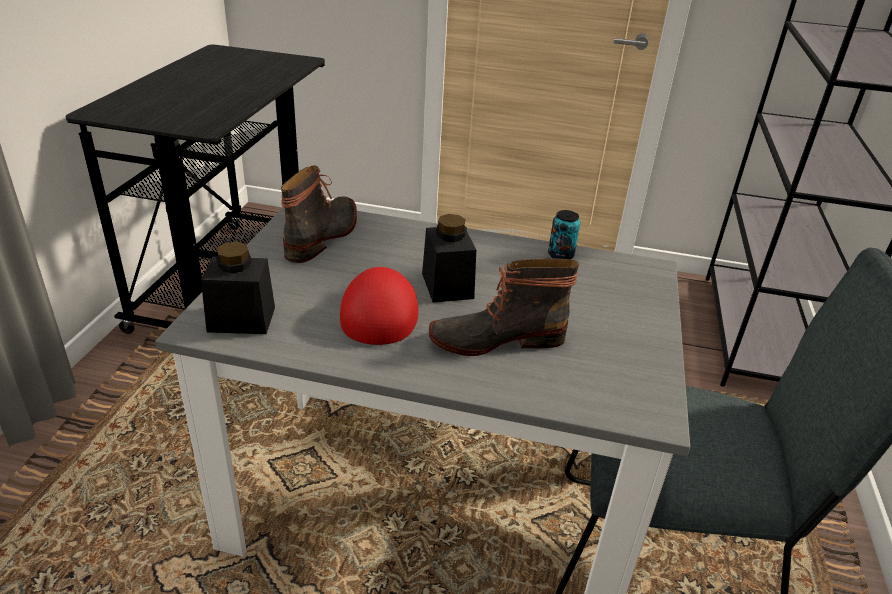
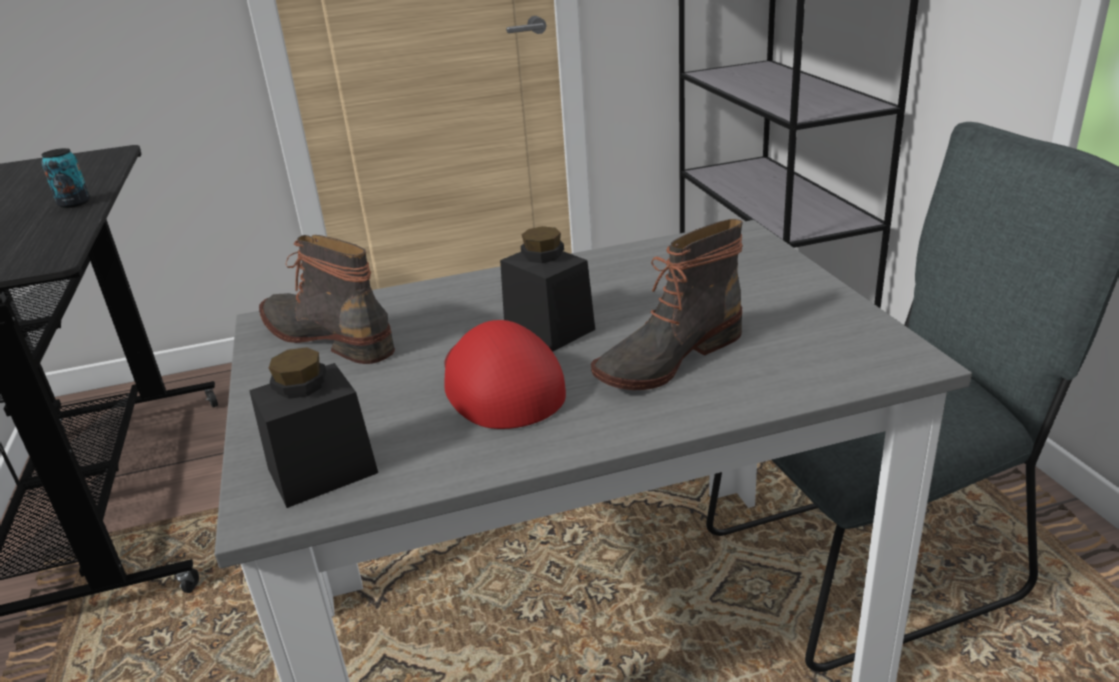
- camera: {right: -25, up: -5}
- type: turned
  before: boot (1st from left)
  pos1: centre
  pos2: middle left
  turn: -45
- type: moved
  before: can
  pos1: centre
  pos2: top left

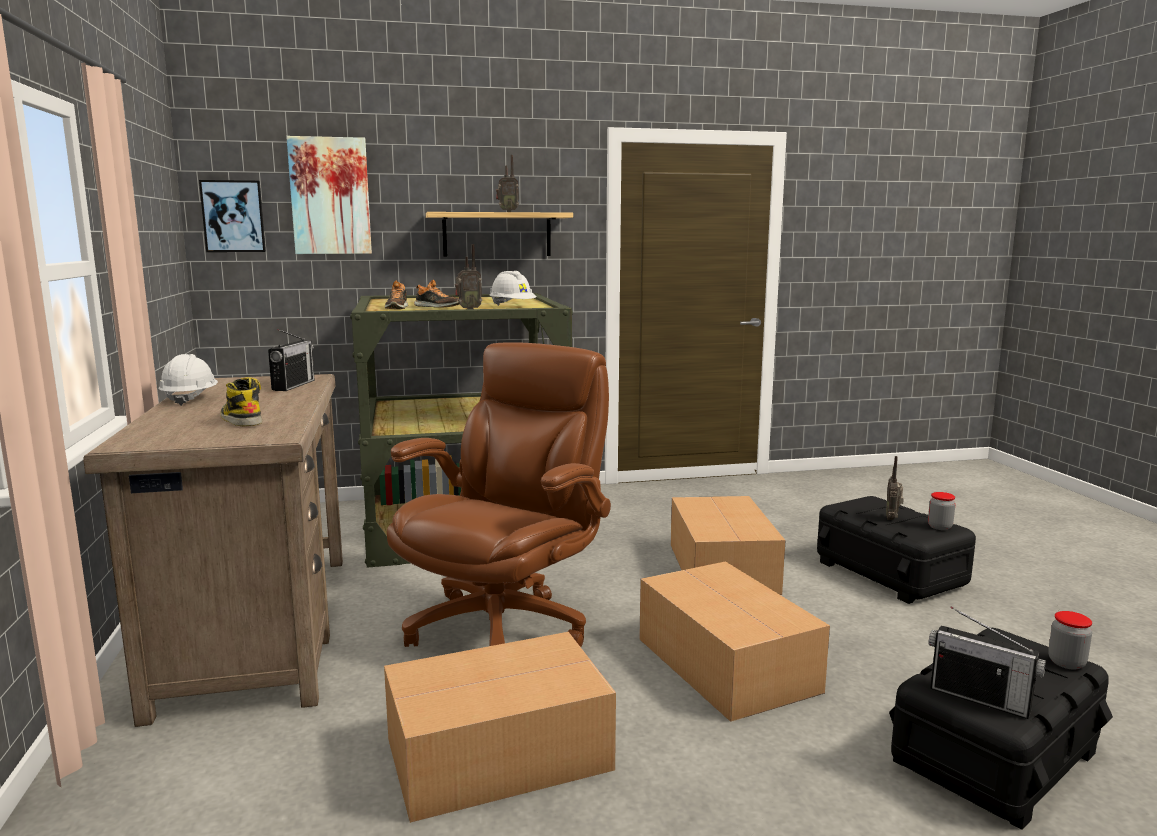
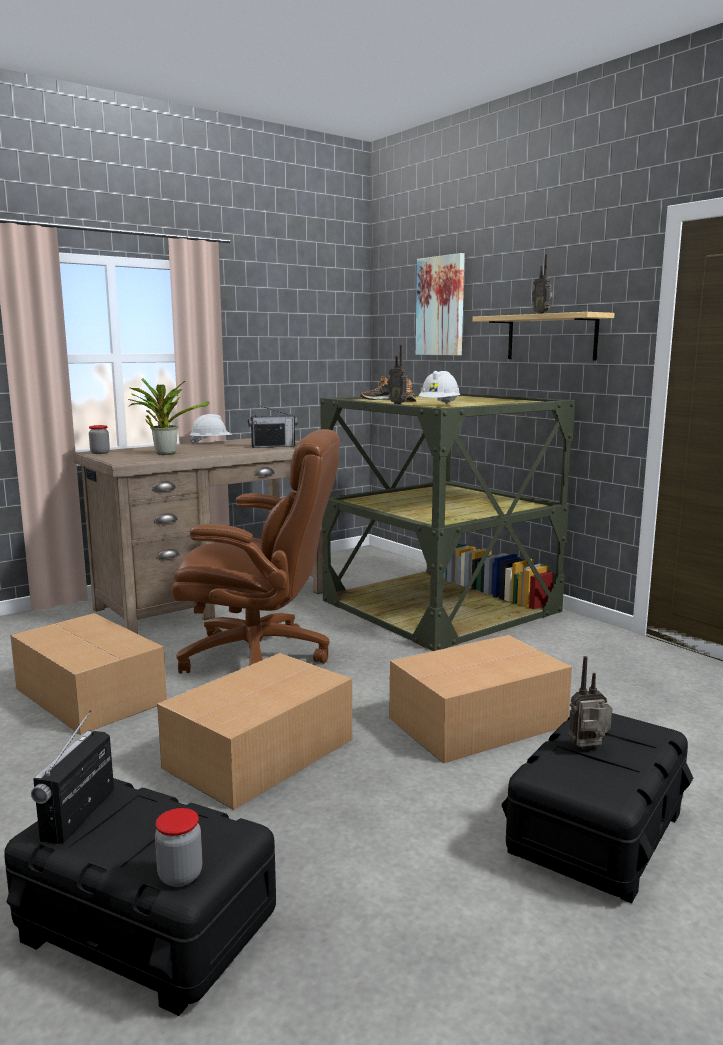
- camera: {right: 65, up: 0}
- type: removed
  before: picture (1st from left)
  pos1: top left
- type: replaced
  before: boot
  after: potted plant
  pos1: middle left
  pos2: middle left
- type: moved
  before: jar (1st from left)
  pos1: middle right
  pos2: middle left

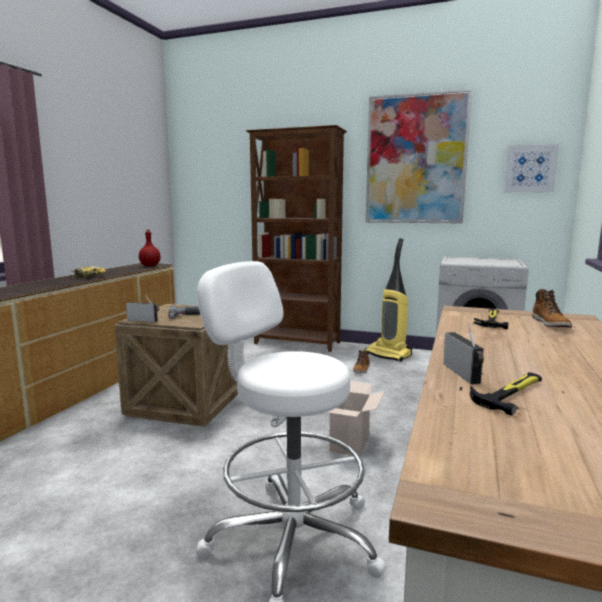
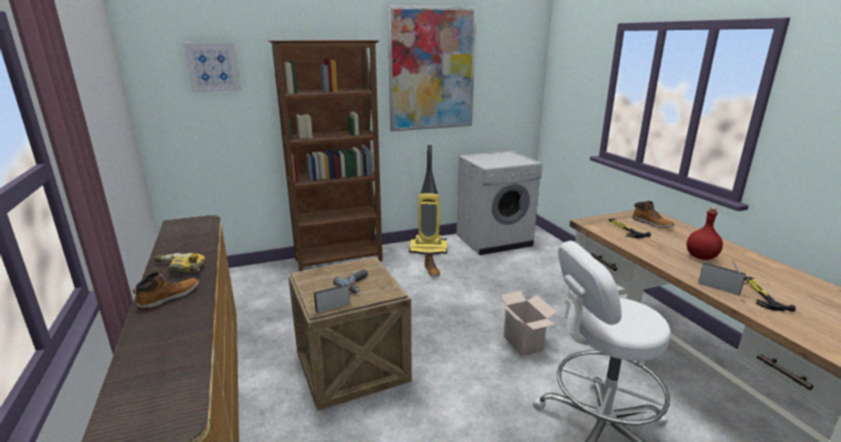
- camera: {right: -40, up: 10}
- type: moved
  before: picture (2nd from left in the first image)
  after: picture (1st from left)
  pos1: top right
  pos2: top left
- type: moved
  before: red bottle
  pos1: middle left
  pos2: middle right
- type: added
  after: boot (1st from left)
  pos2: middle left

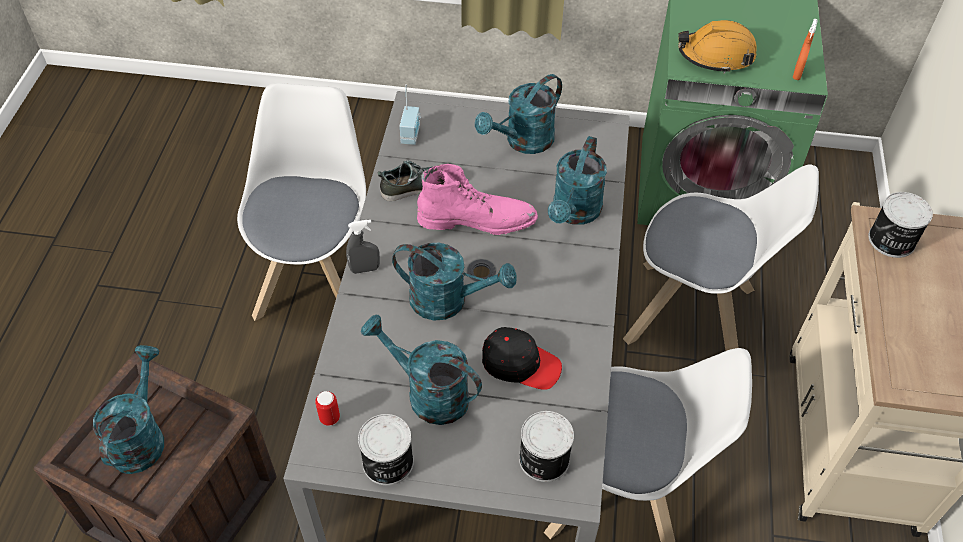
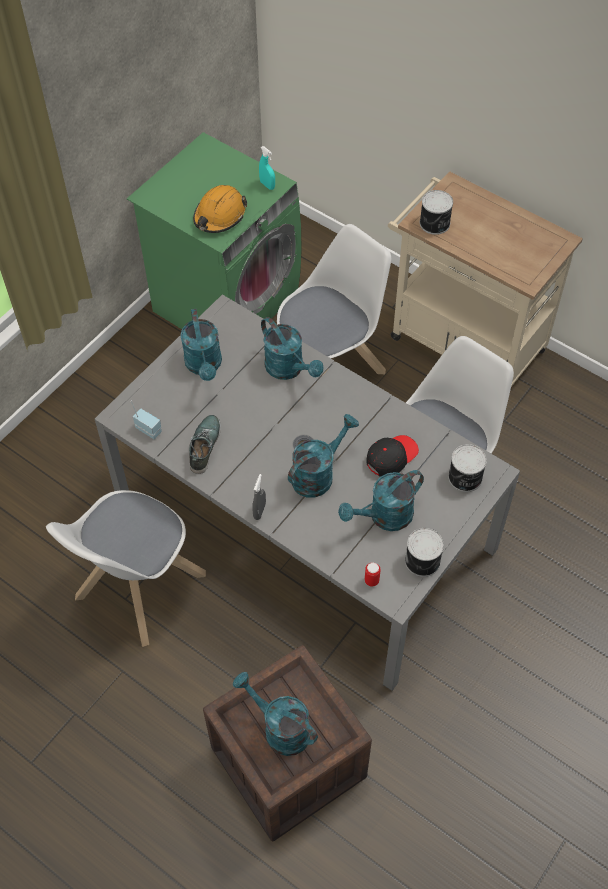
- camera: {right: -60, up: 5}
- type: recoloured
  before: orange spray bottle
  after: turquoise spray bottle
  pos1: top right
  pos2: top centre
- type: turned
  before: chair (1st from left)
  pos1: middle left
  pos2: middle left
  turn: -90
- type: removed
  before: pink boot
  pos1: centre

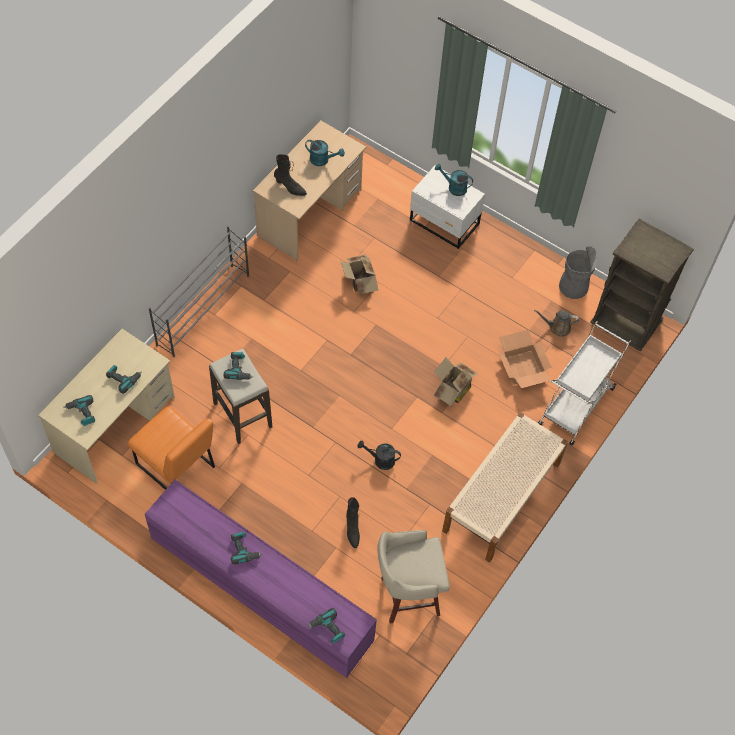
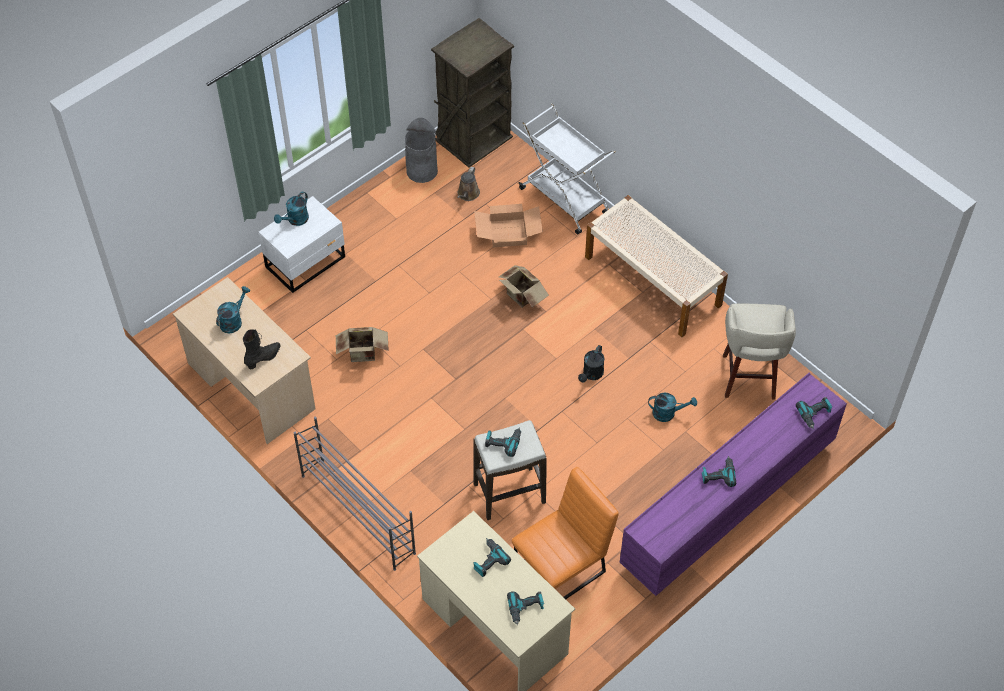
- camera: {right: -75, up: -5}
- type: replaced
  before: black boot (2nd from left)
  after: turquoise watering can (3rd from left)
  pos1: bottom centre
  pos2: middle right

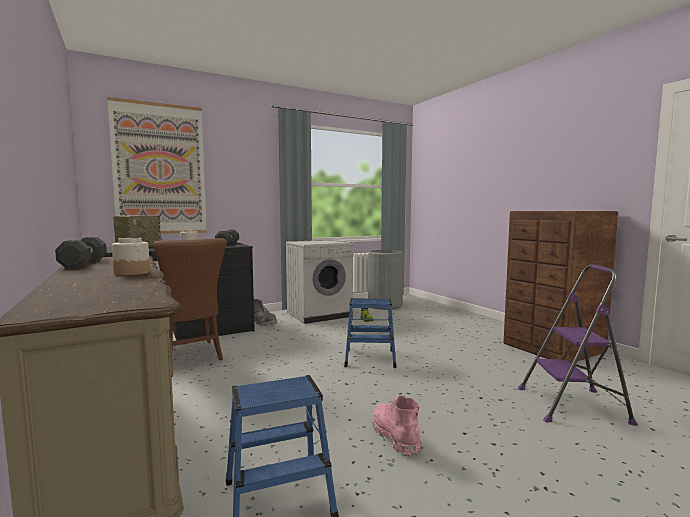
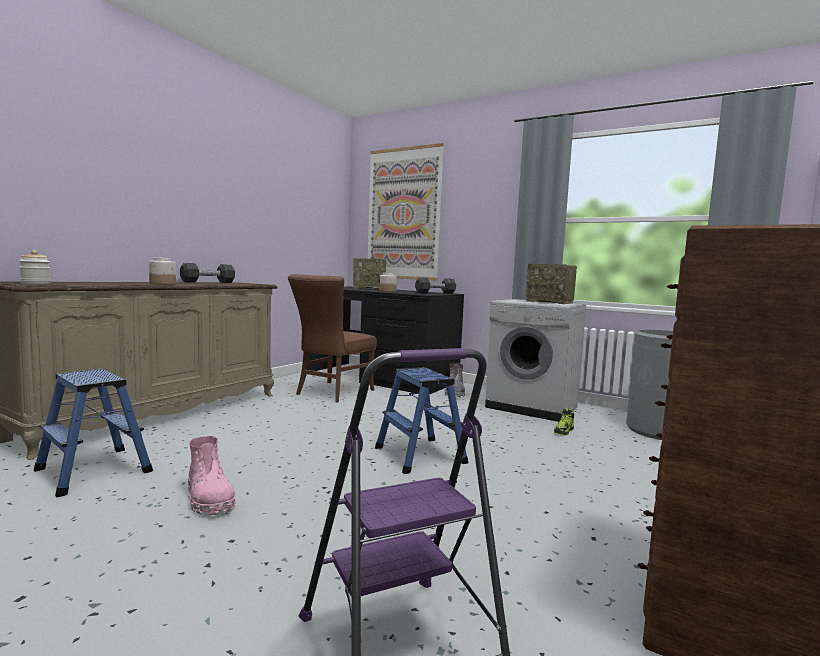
- camera: {right: 60, up: 0}
- type: turned
  before: pink boot
  pos1: bottom centre
  pos2: bottom left
  turn: 105
- type: added
  after: jar (1st from left)
  pos2: middle left
- type: added
  after: radio (2nd from left)
  pos2: middle right

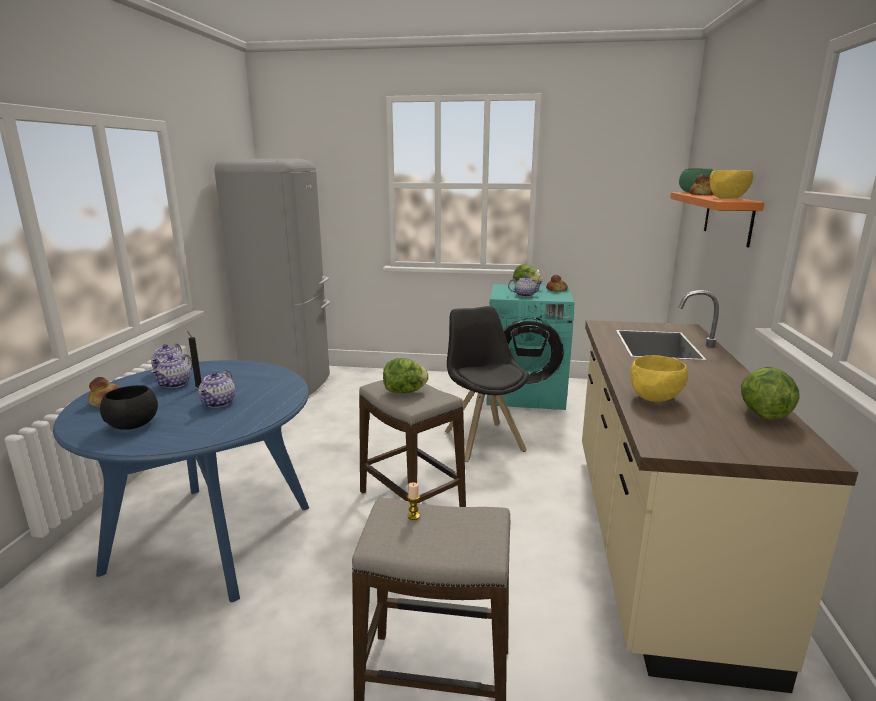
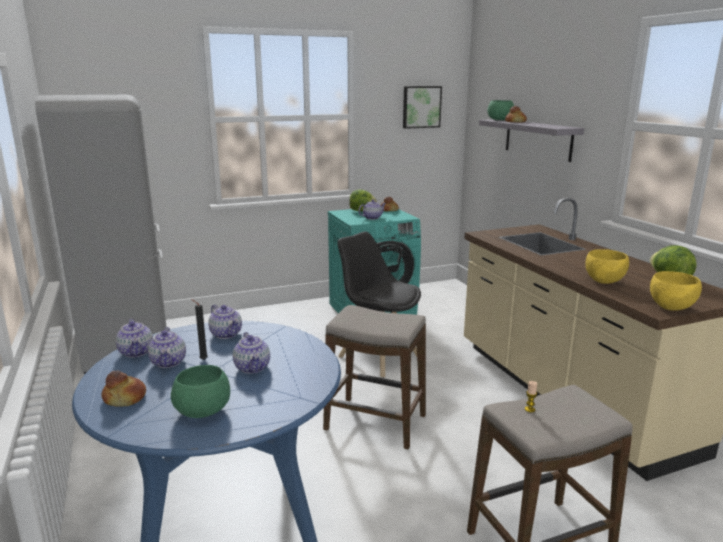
- camera: {right: -30, up: 0}
- type: moved
  before: yellow bowl (2nd from left)
  pos1: top right
  pos2: middle right
- type: recoloured
  before: orange shelf
  after: grey shelf
  pos1: top right
  pos2: top right
- type: removed
  before: lettuce (1st from left)
  pos1: centre
- type: recoloured
  before: black bowl
  after: green bowl (1st from left)
  pos1: middle left
  pos2: bottom left
- type: added
  after: picture
  pos2: top centre
- type: added
  after: teapot (3rd from left)
  pos2: middle left

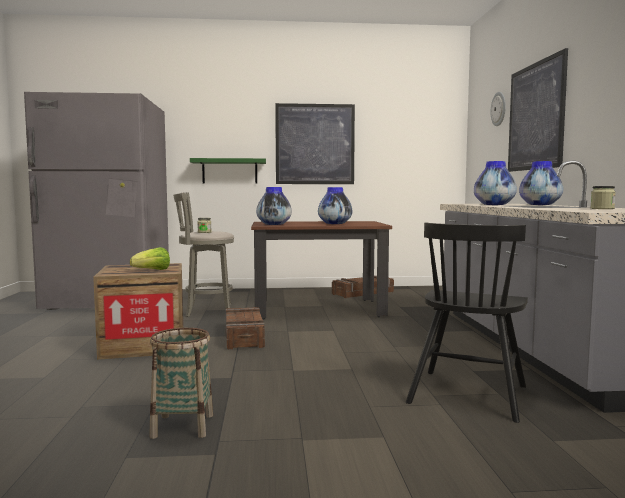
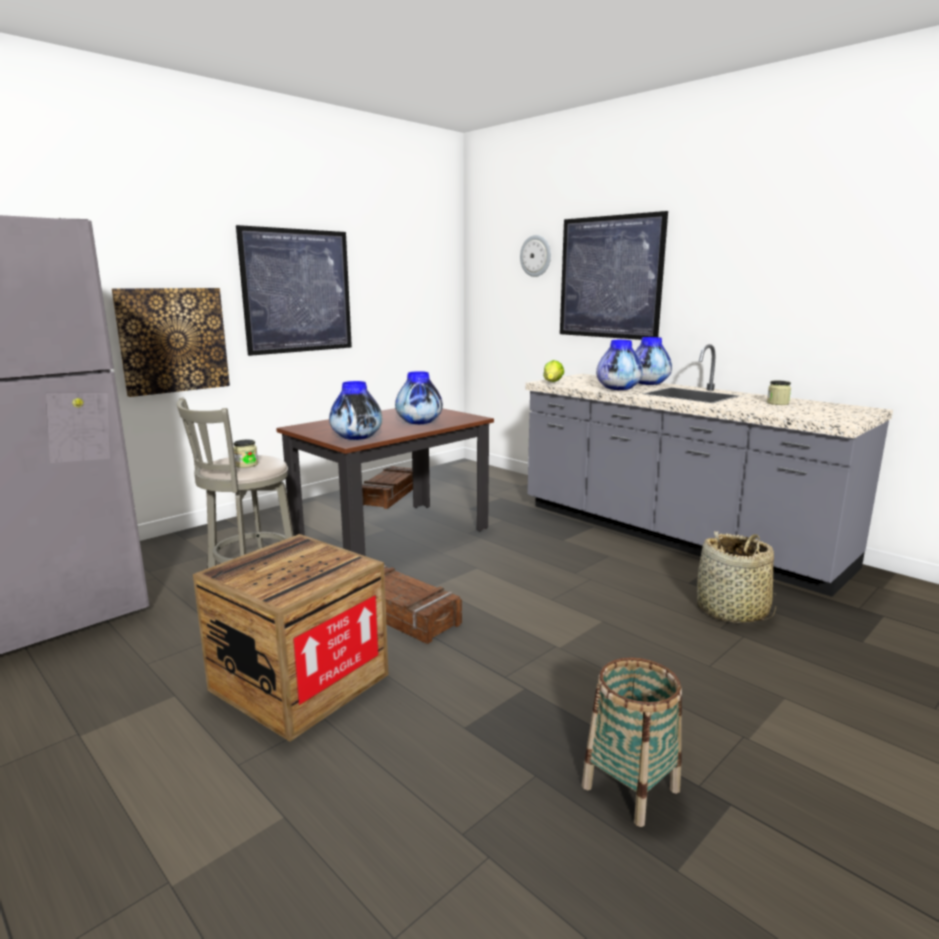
- camera: {right: -40, up: 10}
- type: replaced
  before: green shelf
  after: picture (1st from left)
  pos1: centre
  pos2: middle left
- type: replaced
  before: black chair
  after: basket (2nd from left)
  pos1: middle right
  pos2: middle right
- type: moved
  before: lettuce
  pos1: middle left
  pos2: centre

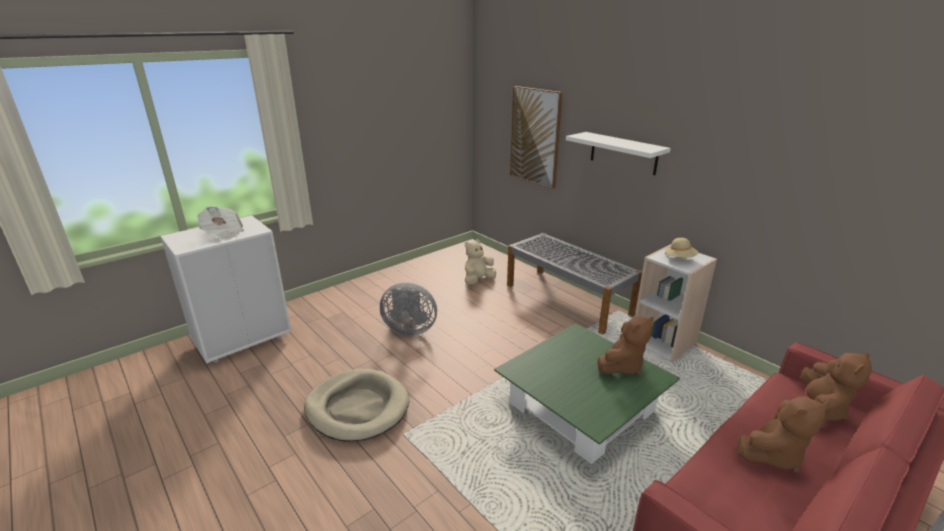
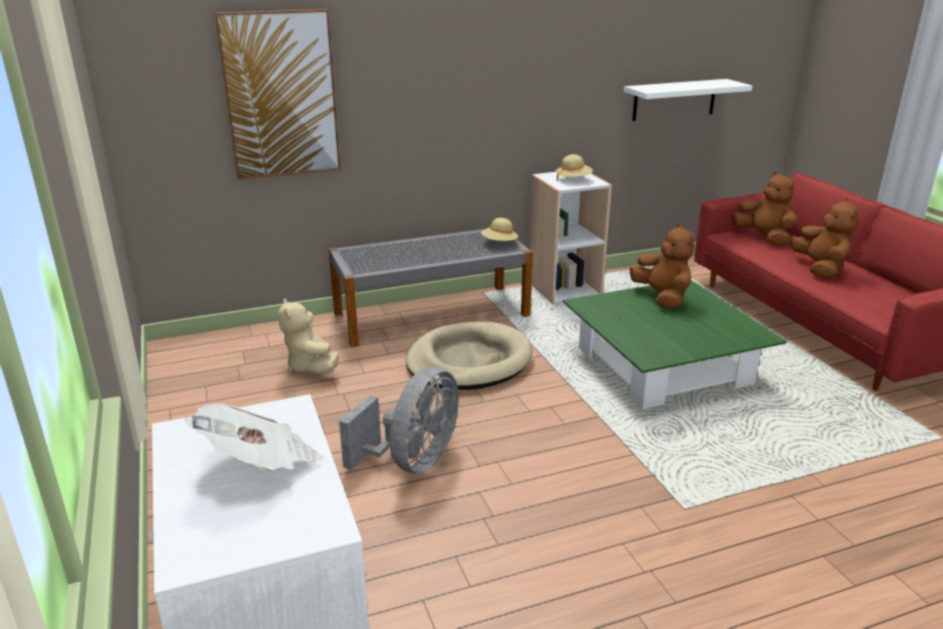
- camera: {right: -70, up: 0}
- type: moved
  before: white shelf
  pos1: top centre
  pos2: top right
- type: moved
  before: beige dog bed
  pos1: bottom centre
  pos2: centre
- type: added
  after: beige hat (1st from left)
  pos2: centre

